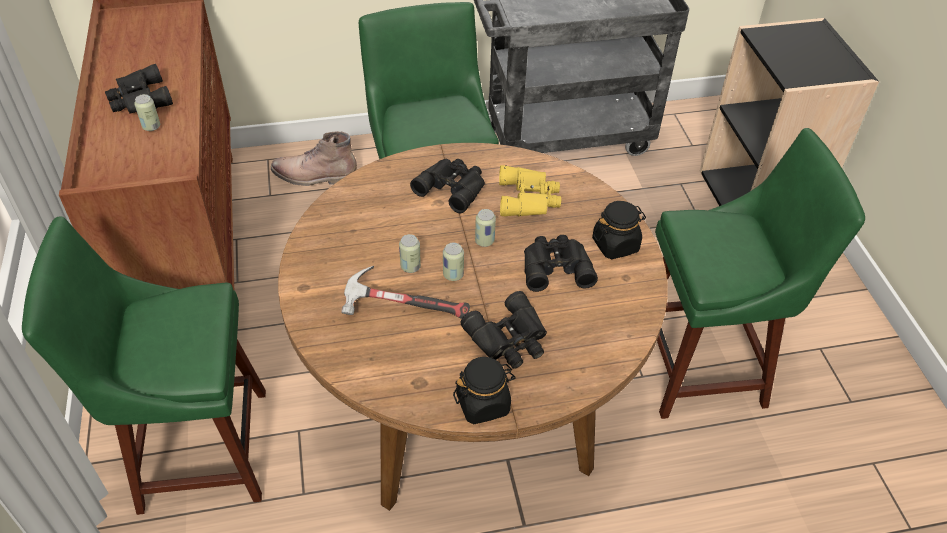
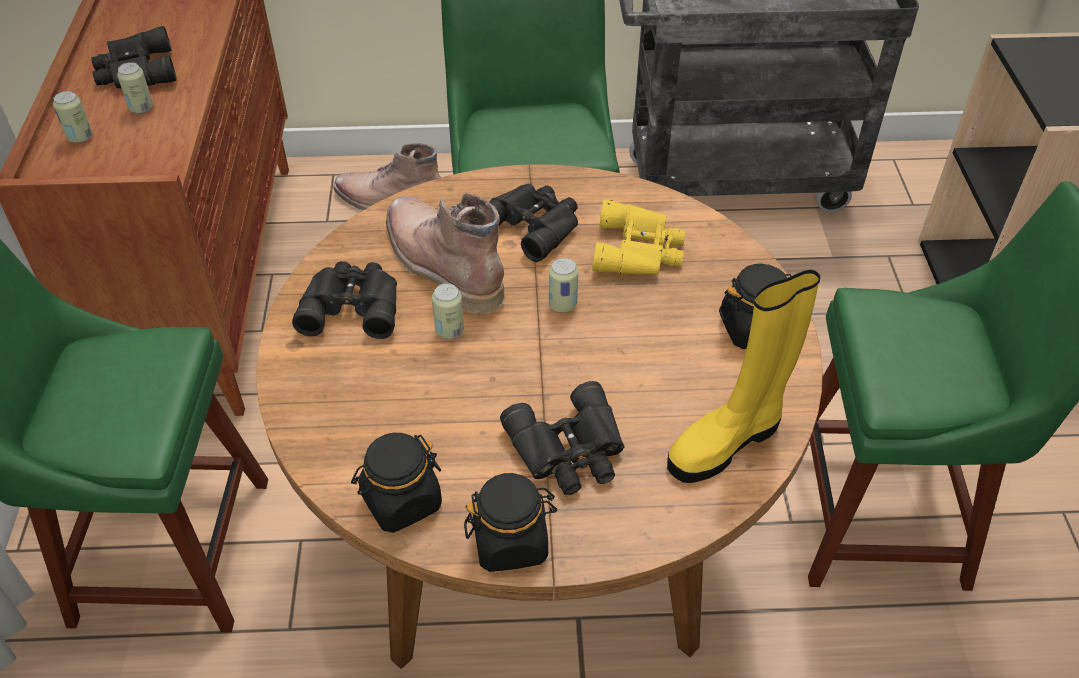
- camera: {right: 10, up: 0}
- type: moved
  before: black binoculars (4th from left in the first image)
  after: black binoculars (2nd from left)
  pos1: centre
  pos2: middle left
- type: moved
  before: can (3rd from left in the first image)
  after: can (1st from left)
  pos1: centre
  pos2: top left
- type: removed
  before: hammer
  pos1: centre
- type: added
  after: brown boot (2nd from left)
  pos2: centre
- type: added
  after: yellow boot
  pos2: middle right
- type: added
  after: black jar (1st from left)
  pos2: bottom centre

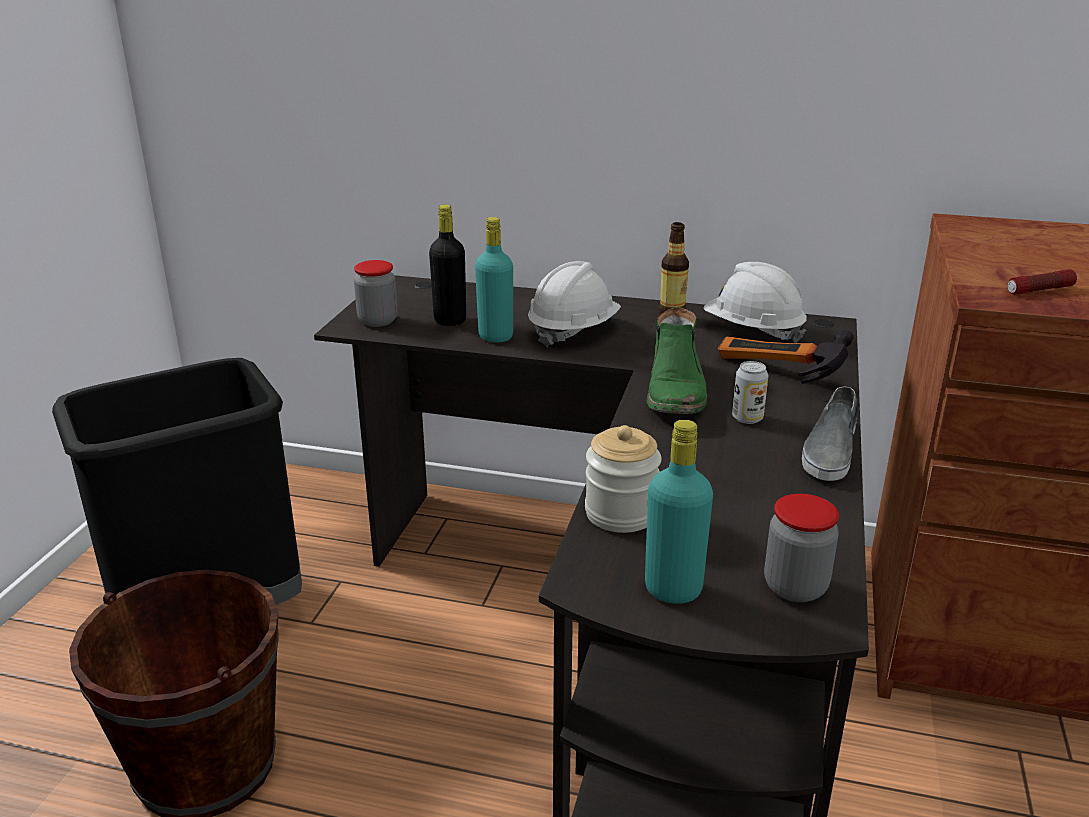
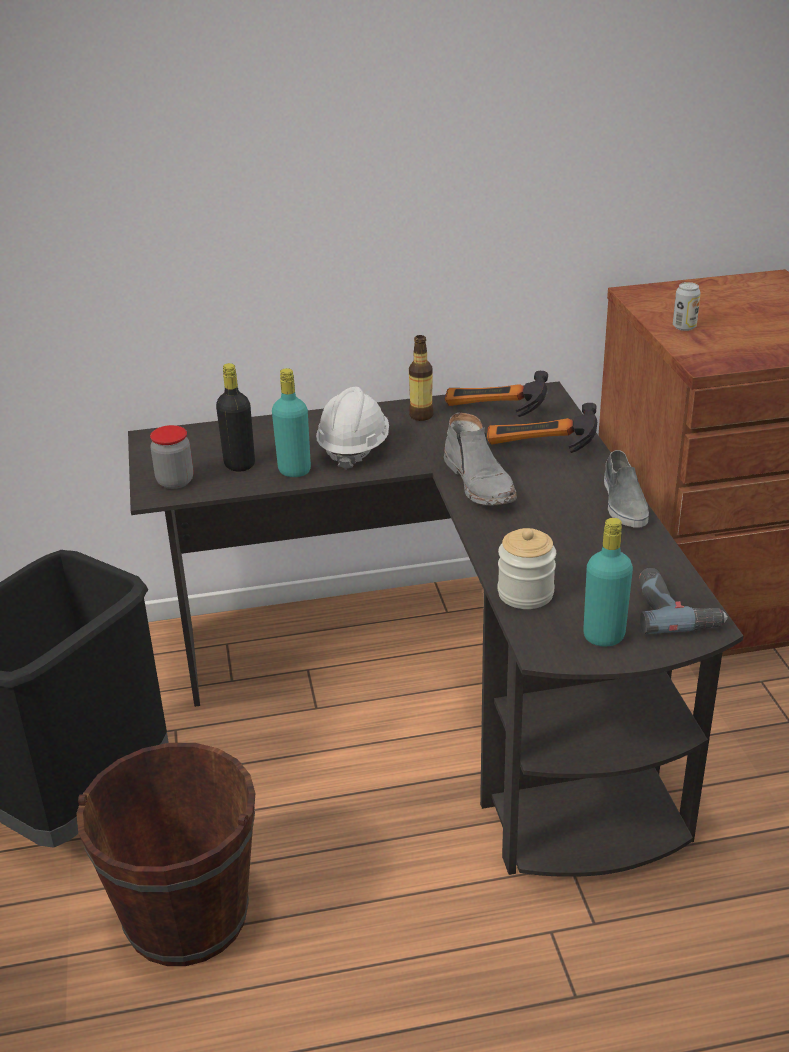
- camera: {right: -25, up: 5}
- type: replaced
  before: white hard hat (2nd from left)
  after: hammer (1st from left)
  pos1: middle right
  pos2: centre
- type: removed
  before: flashlight
  pos1: middle right
- type: recoloured
  before: green boot
  after: grey boot
  pos1: centre
  pos2: centre
- type: moved
  before: can
  pos1: middle right
  pos2: top right
- type: replaced
  before: jar (3rd from left)
  after: power drill
  pos1: bottom right
  pos2: middle right

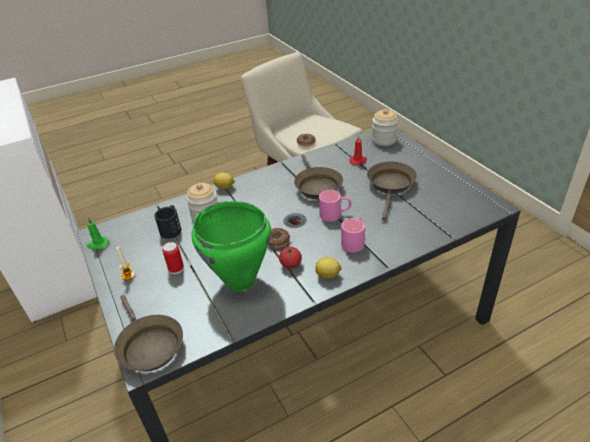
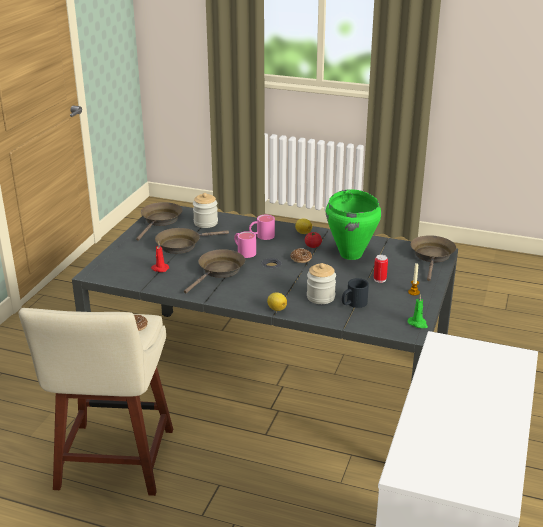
- camera: {right: -135, up: -10}
- type: moved
  before: jar (2nd from left in the first image)
  after: jar (1st from left)
  pos1: top centre
  pos2: centre
- type: added
  after: brown frying pan (1st from left)
  pos2: middle left

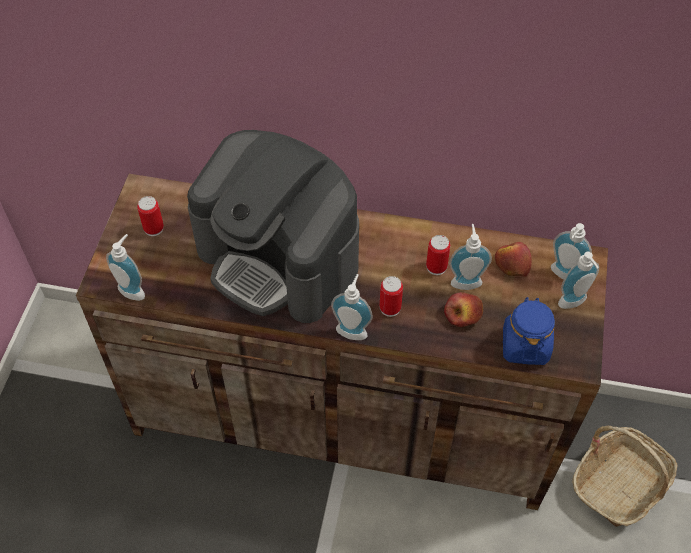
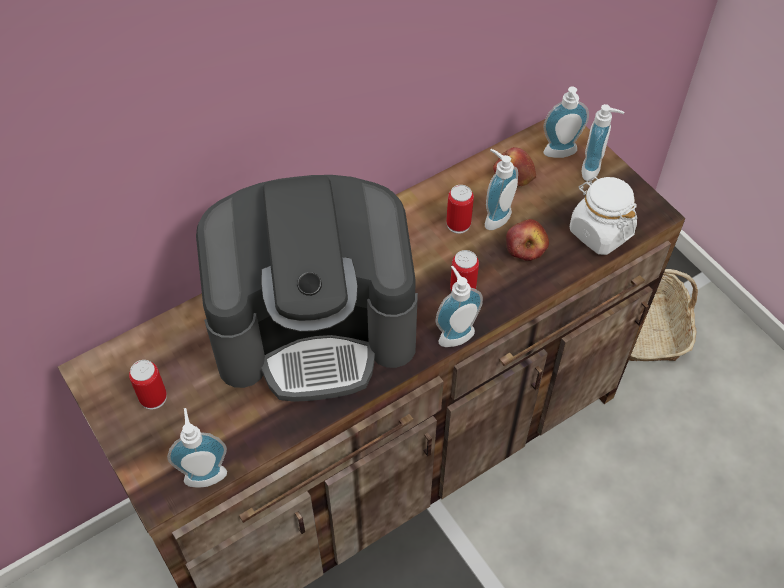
- camera: {right: -45, up: 0}
- type: recoloured
  before: blue jar
  after: white jar
  pos1: middle right
  pos2: middle right

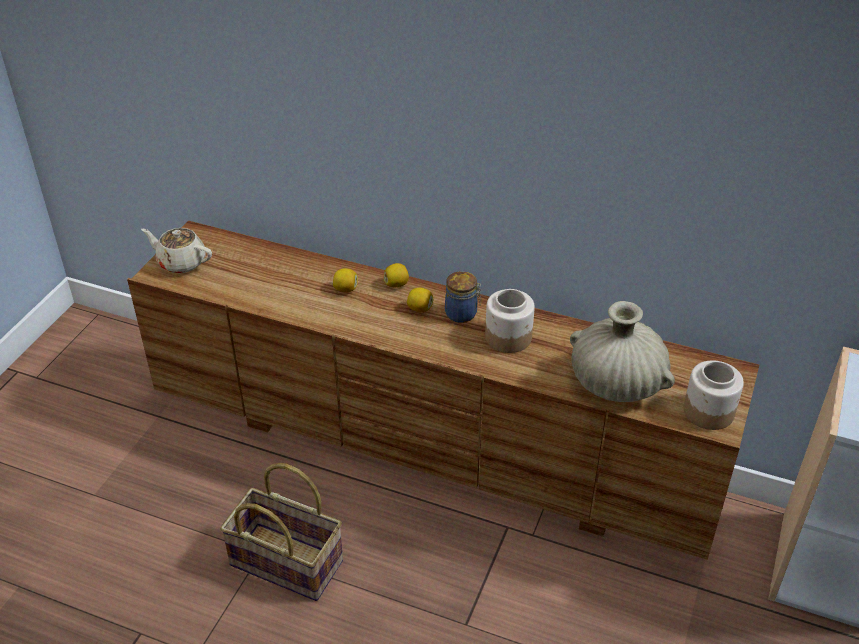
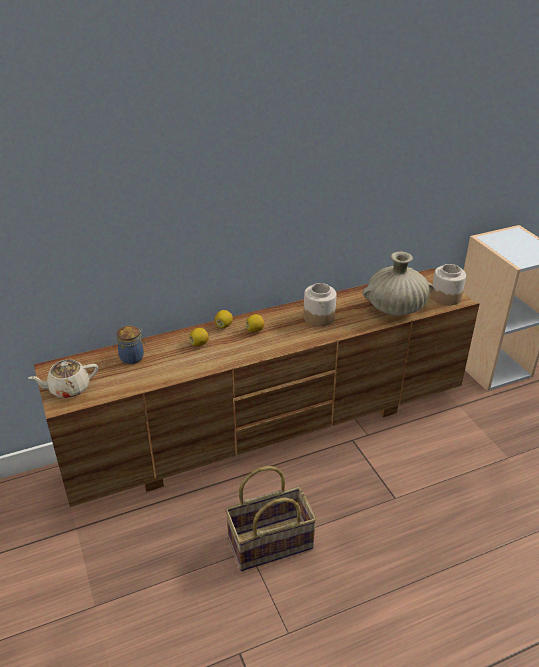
- camera: {right: -45, up: -5}
- type: moved
  before: jar (1st from left)
  pos1: centre
  pos2: middle left

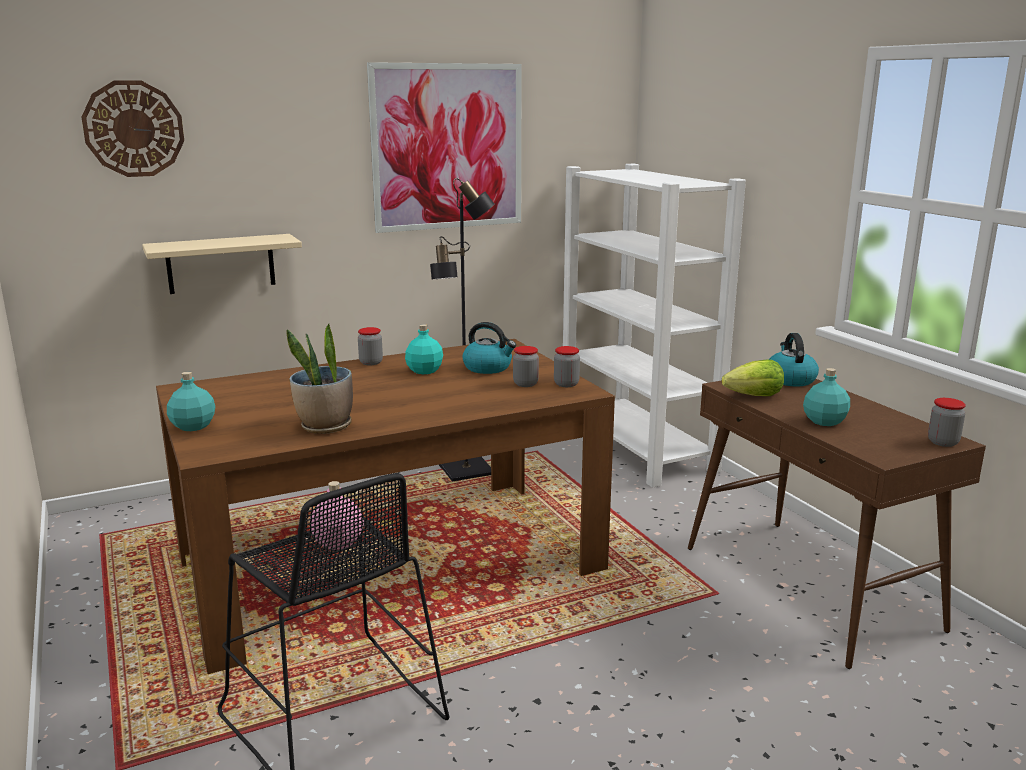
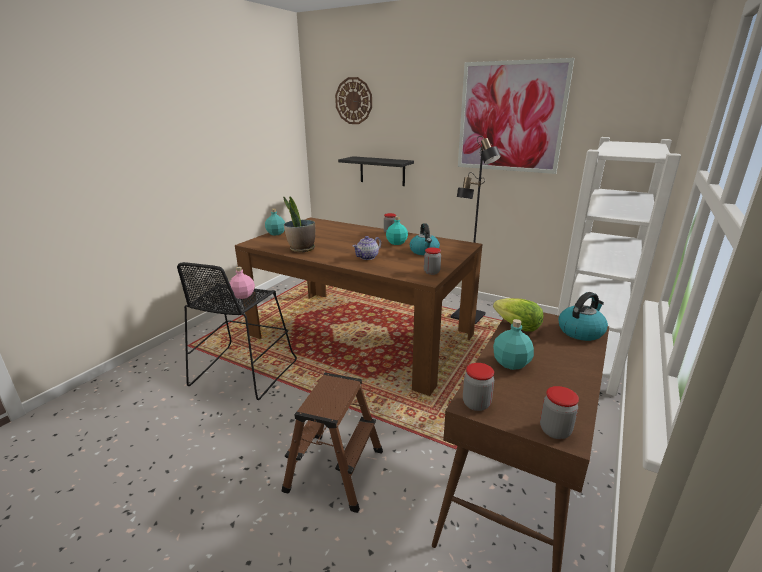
- camera: {right: 55, up: 5}
- type: recoloured
  before: beige shelf
  after: black shelf
  pos1: middle left
  pos2: top centre
- type: moved
  before: jar (2nd from left in the first image)
  after: jar (3rd from left)
  pos1: centre
  pos2: bottom centre
- type: added
  after: teapot
  pos2: centre
- type: added
  after: brown step ladder
  pos2: bottom centre

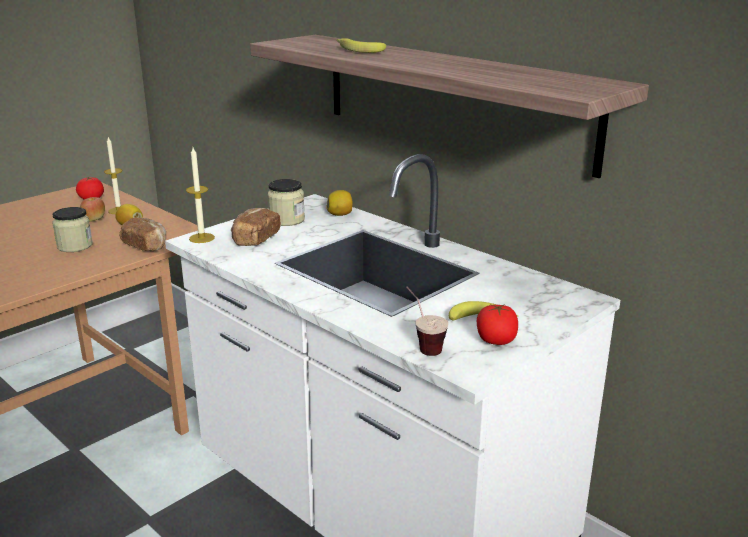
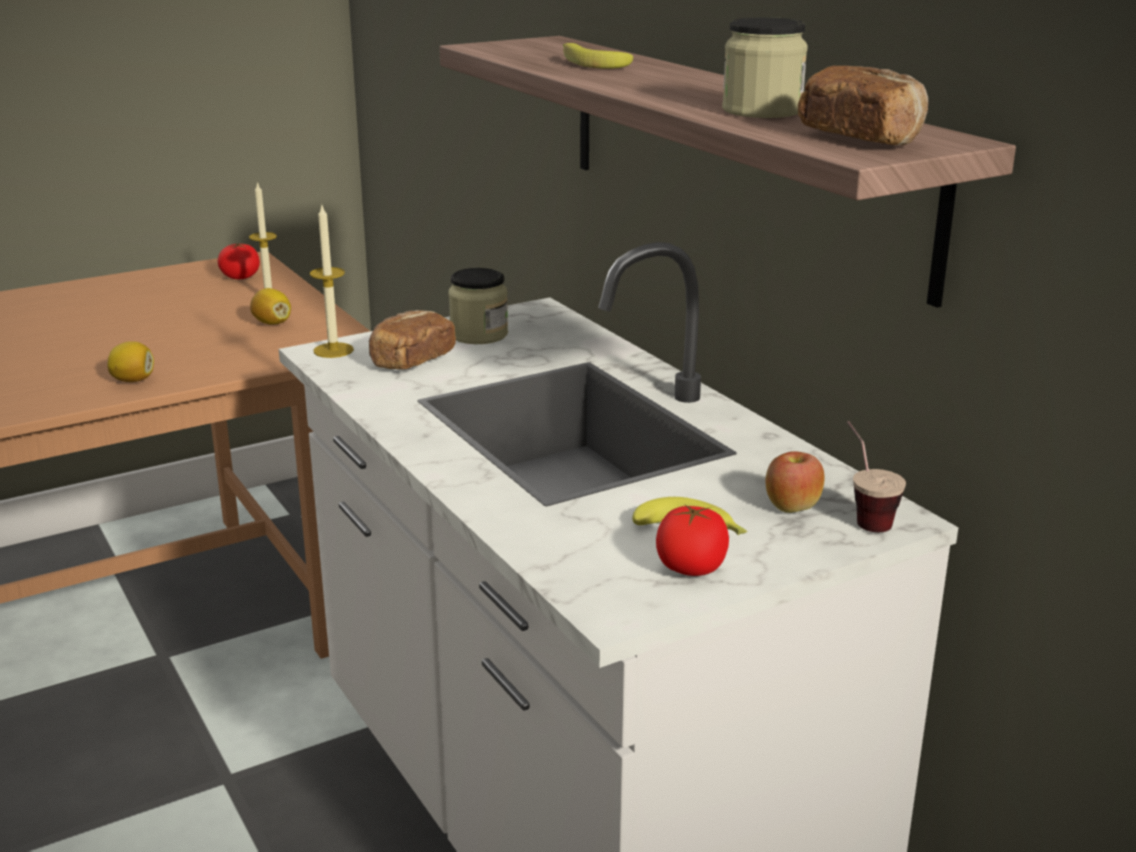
- camera: {right: 15, up: 0}
- type: moved
  before: lemon (2nd from left in the first image)
  after: lemon (1st from left)
  pos1: centre
  pos2: middle left
- type: moved
  before: apple
  pos1: middle left
  pos2: middle right
- type: moved
  before: jar (1st from left in the first image)
  after: jar (2nd from left)
  pos1: middle left
  pos2: top right
- type: moved
  before: bread (1st from left in the first image)
  after: bread (2nd from left)
  pos1: middle left
  pos2: top right
- type: moved
  before: cup
  pos1: centre
  pos2: middle right

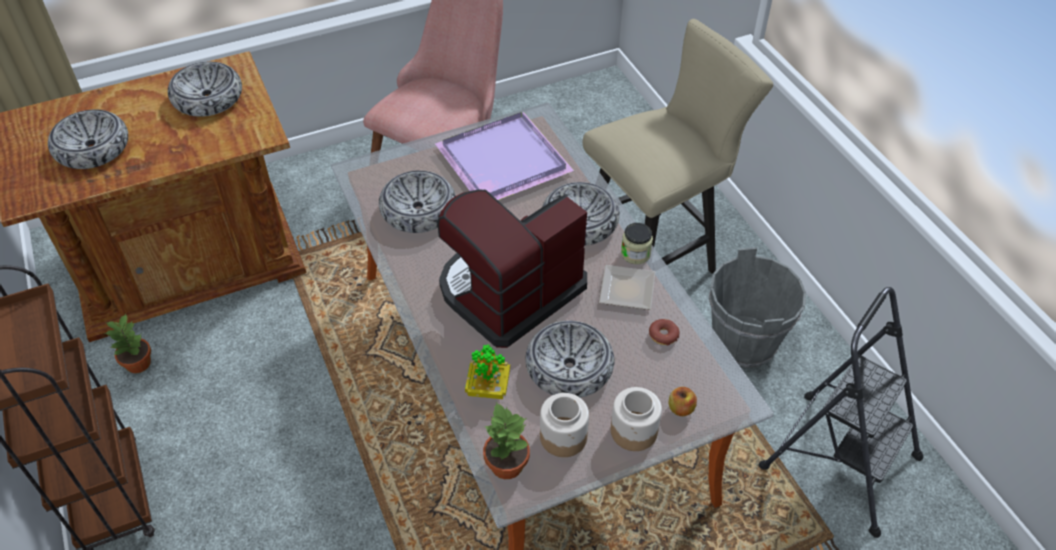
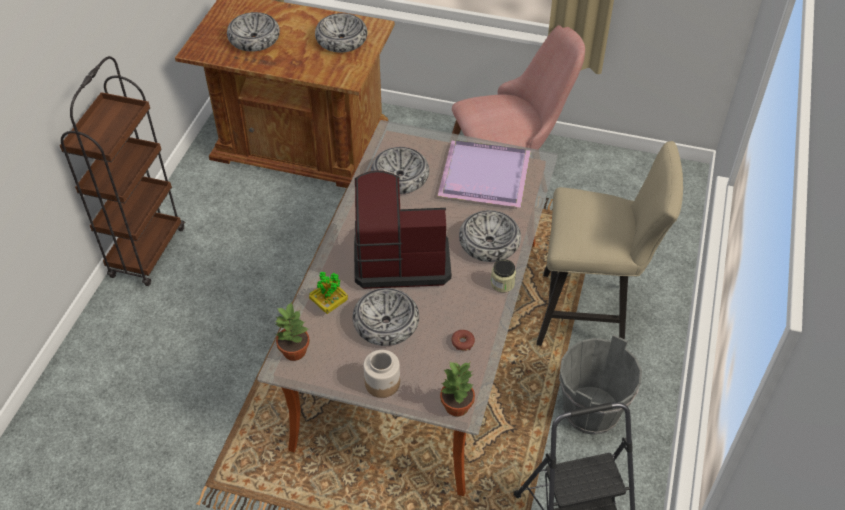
- camera: {right: 40, up: 0}
- type: removed
  before: plate
  pos1: centre
- type: moved
  before: potted plant (1st from left in the first image)
  after: potted plant (3rd from left)
  pos1: middle left
  pos2: bottom centre
- type: removed
  before: apple
  pos1: bottom centre
- type: removed
  before: jar (1st from left)
  pos1: bottom centre

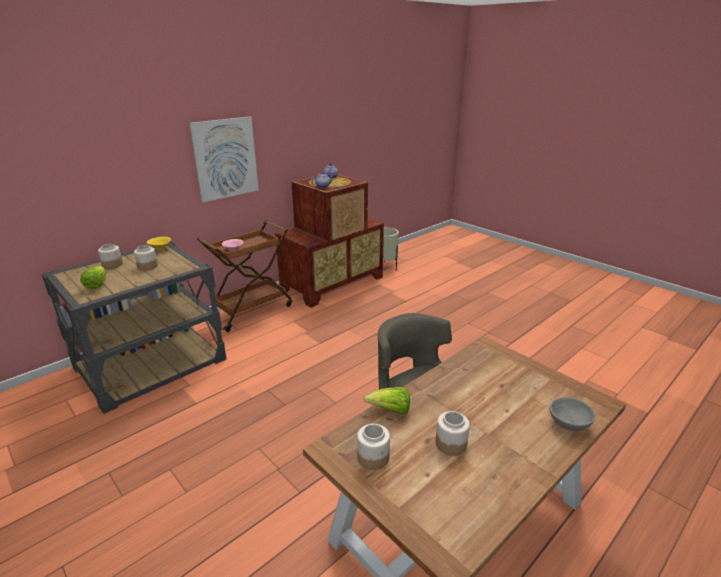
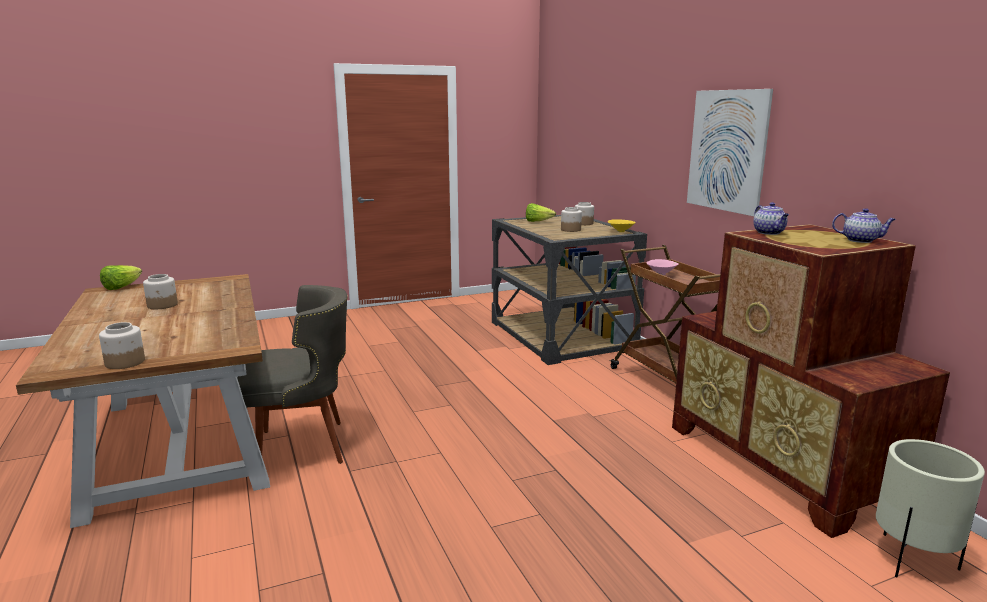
- camera: {right: 110, up: -10}
- type: moved
  before: lettuce (2nd from left in the first image)
  after: lettuce (1st from left)
  pos1: bottom centre
  pos2: middle left
- type: removed
  before: grey bowl
  pos1: bottom right
- type: moved
  before: jar (3rd from left in the first image)
  after: jar (1st from left)
  pos1: bottom centre
  pos2: middle left

